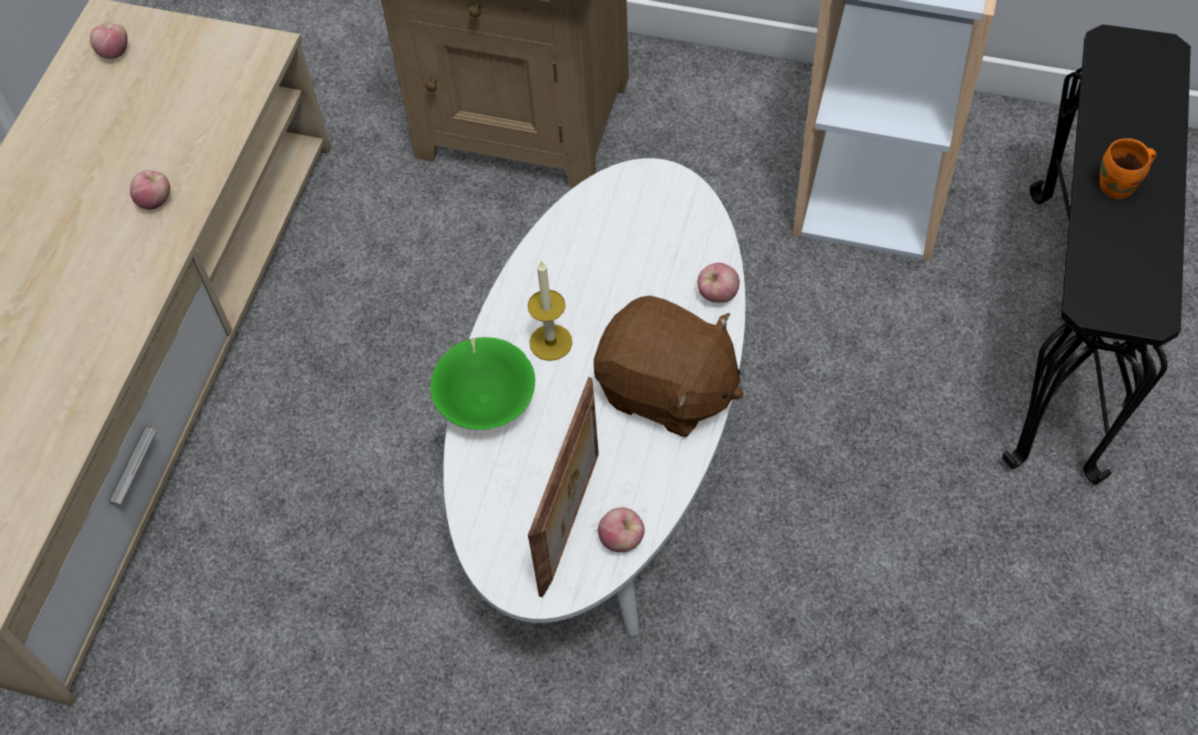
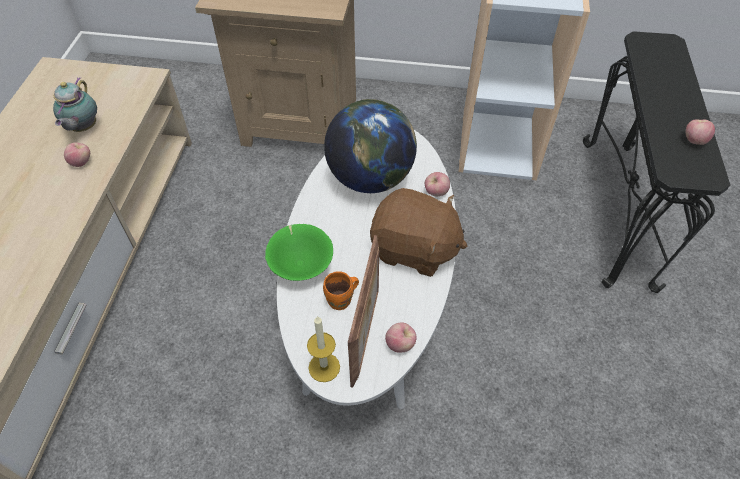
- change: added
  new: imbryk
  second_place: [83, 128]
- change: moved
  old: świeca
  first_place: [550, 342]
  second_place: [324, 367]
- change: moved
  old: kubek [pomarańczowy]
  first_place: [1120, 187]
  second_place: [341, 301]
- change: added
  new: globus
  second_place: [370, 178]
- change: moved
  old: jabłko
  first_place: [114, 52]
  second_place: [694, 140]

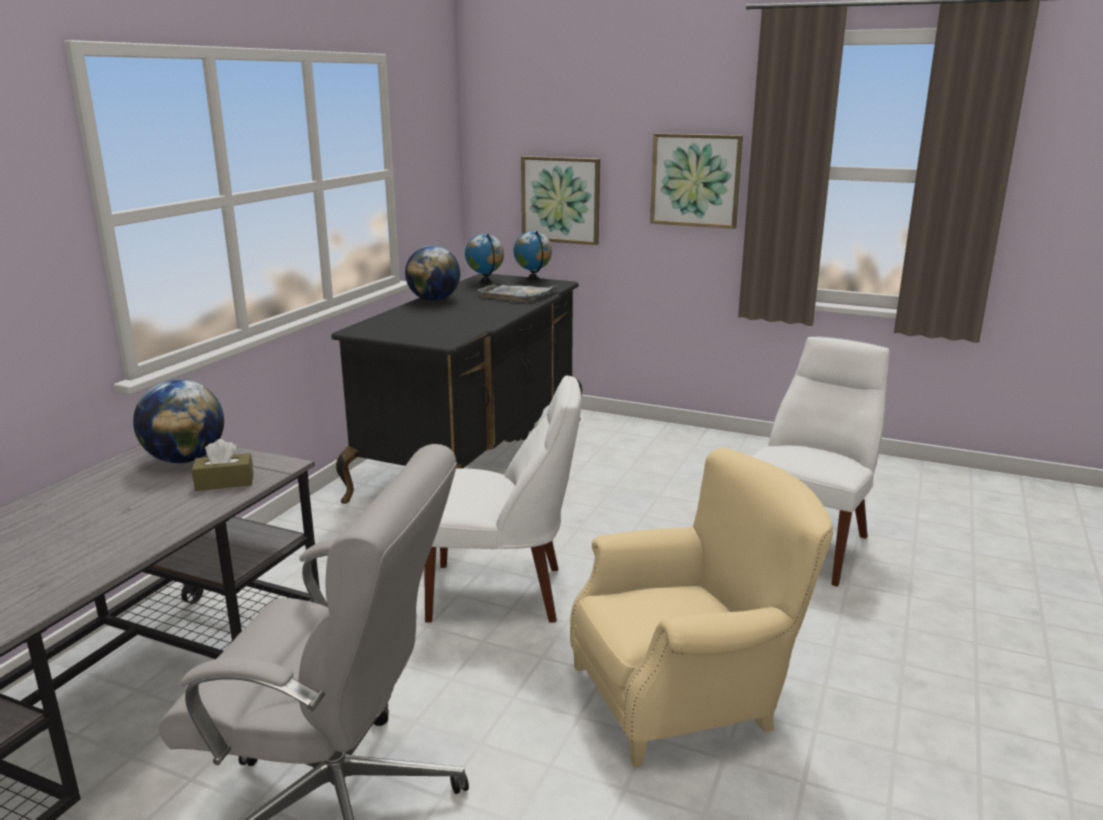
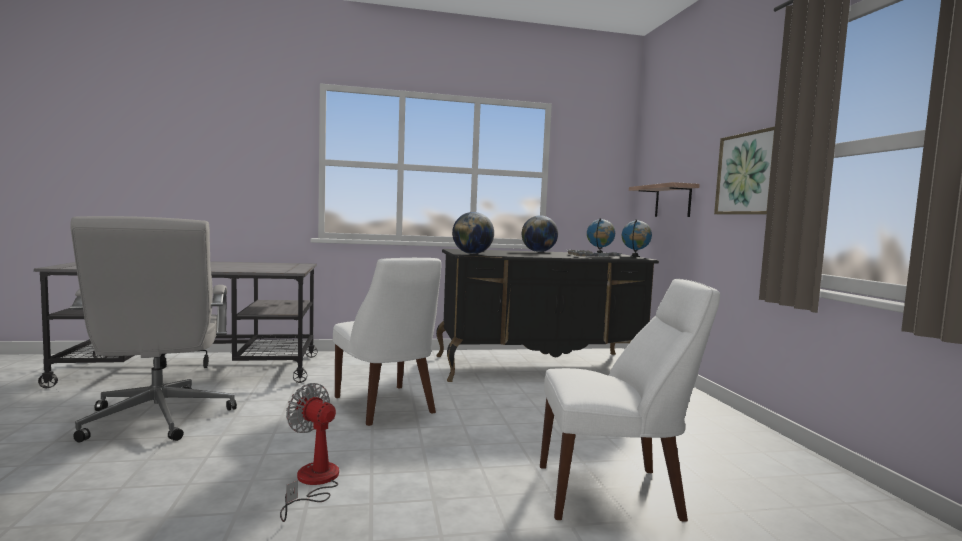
- change: replaced
  old: fotel [beżowy]
  new: wentylator
  first_place: [686, 694]
  second_place: [313, 482]
- change: moved
  old: globus
  first_place: [185, 459]
  second_place: [472, 253]
- change: replaced
  old: obraz
  new: półka
  first_place: [561, 200]
  second_place: [673, 201]
- change: removed
  old: pudełko chusteczek [brązowy]
  first_place: [224, 482]

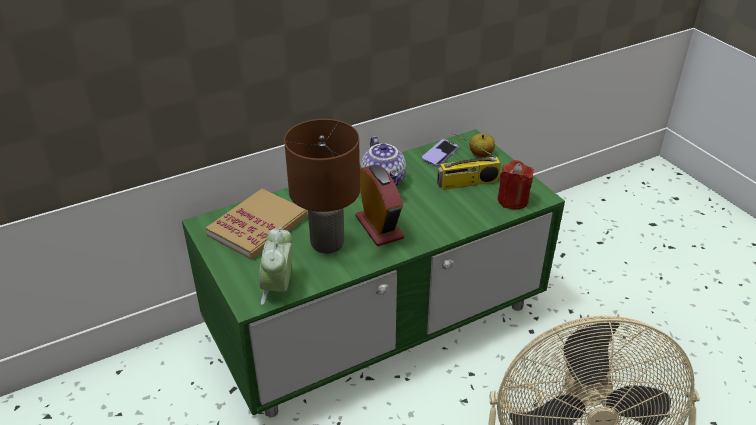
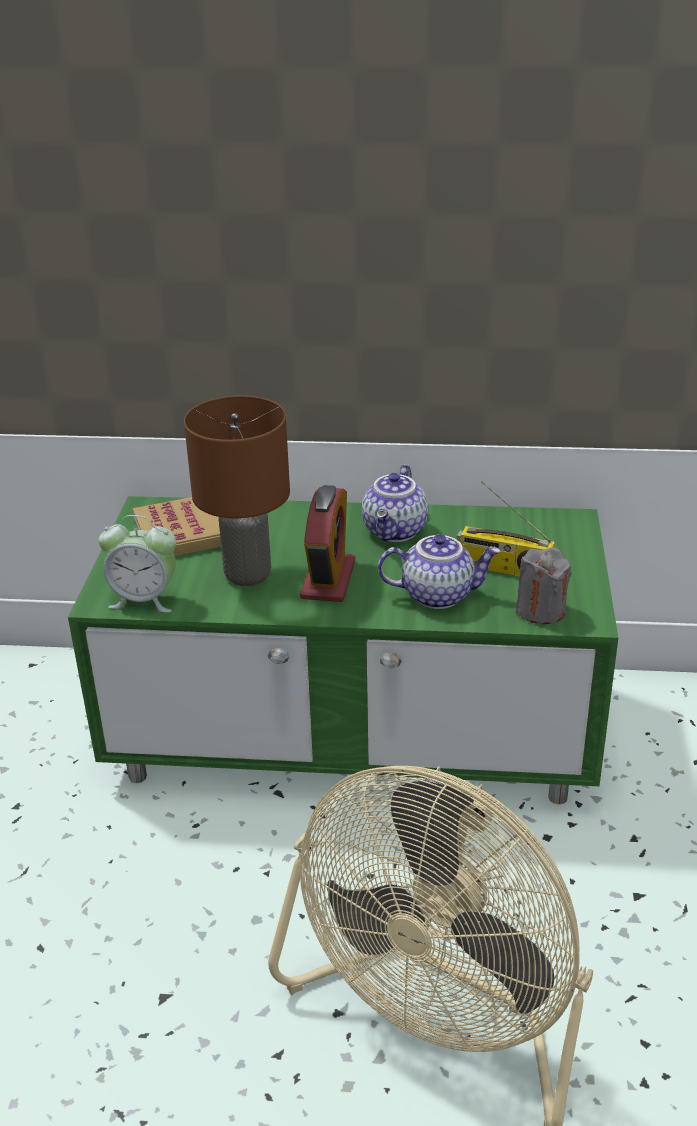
- change: turned
  old: budzik
  first_place: [278, 288]
  second_place: [144, 599]
  degrees: -120
- change: added
  new: imbryk
  second_place: [438, 594]
- change: recoloured
  old: świeca [czerwony]
  new: świeca [szary]
  first_place: [513, 200]
  second_place: [540, 610]
- change: removed
  old: telefon
  first_place: [440, 154]
- change: removed
  old: jabłko
  first_place: [481, 154]

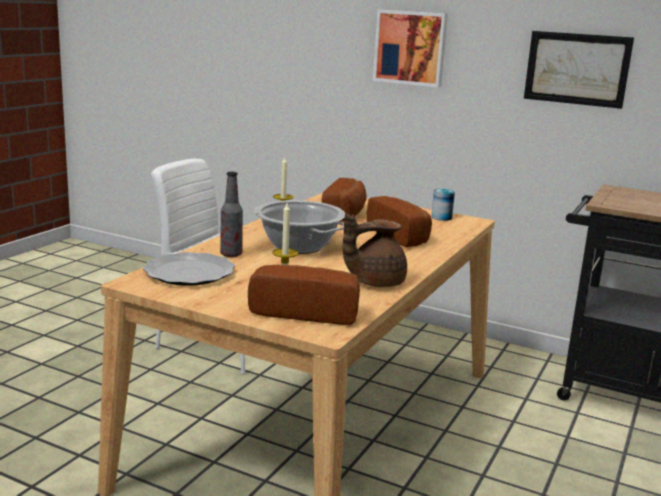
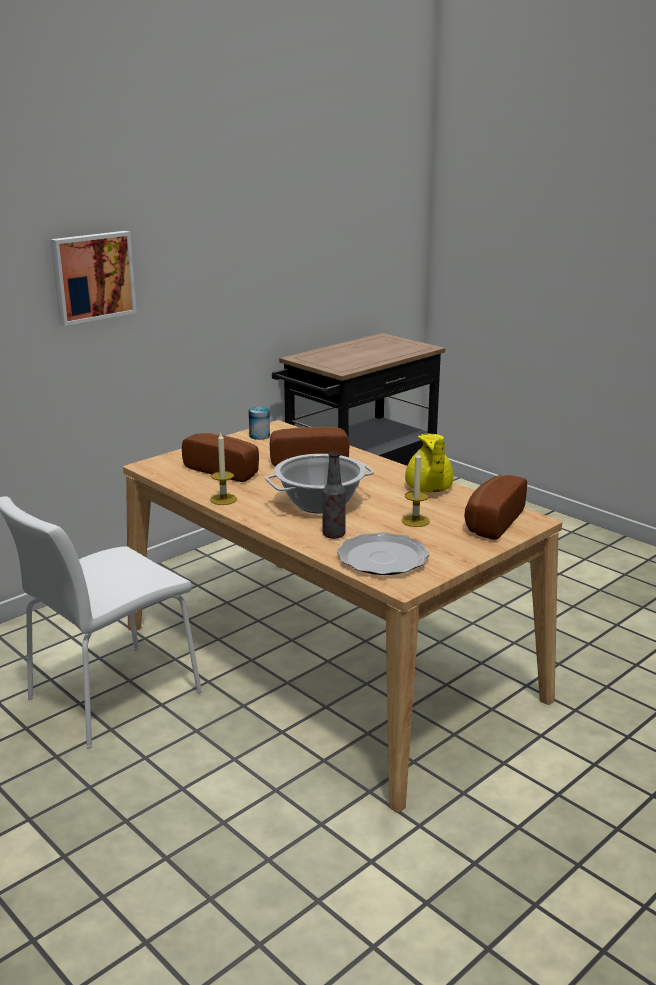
- change: recoloured
  old: imbryk [brązowy]
  new: imbryk [żółty]
  first_place: [374, 282]
  second_place: [428, 489]
- change: removed
  old: obraz
  first_place: [577, 69]

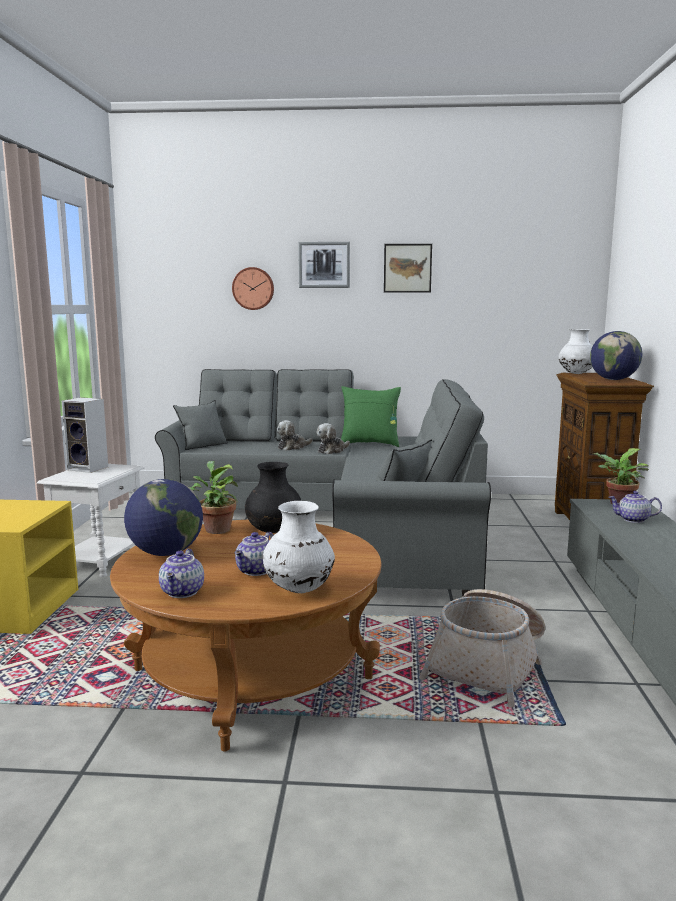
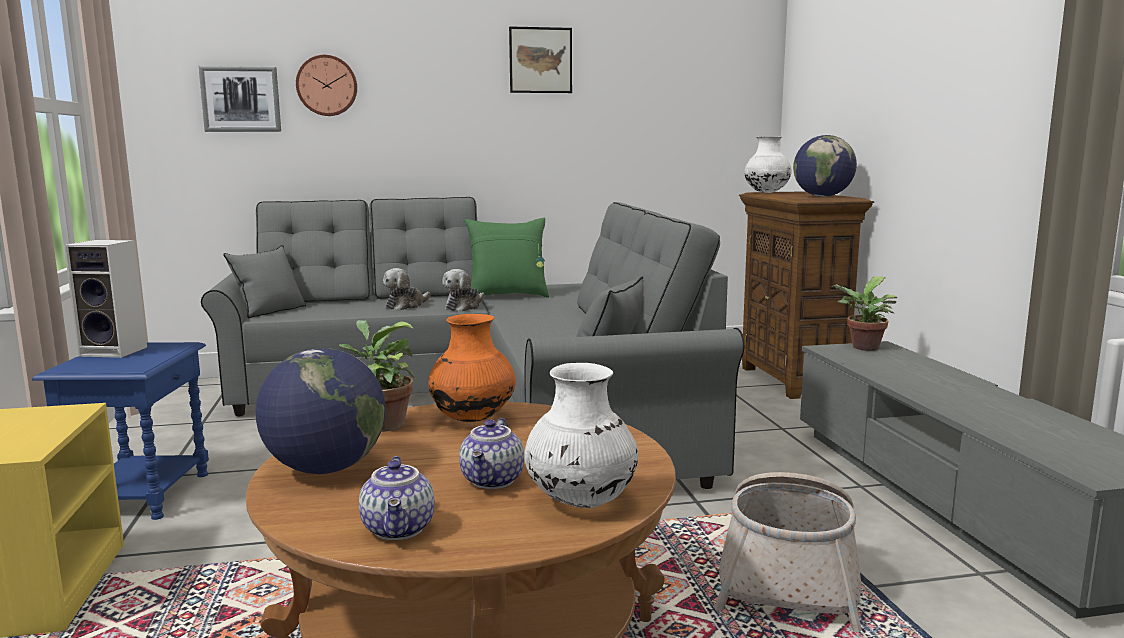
- change: recoloured
  old: stolik [biały]
  new: stolik [niebieski]
  first_place: [98, 561]
  second_place: [139, 495]
- change: moved
  old: obraz
  first_place: [324, 265]
  second_place: [241, 99]
- change: recoloured
  old: wazon [czarny]
  new: wazon [pomarańczowy]
  first_place: [274, 531]
  second_place: [473, 419]
- change: removed
  old: imbryk
  first_place: [633, 520]

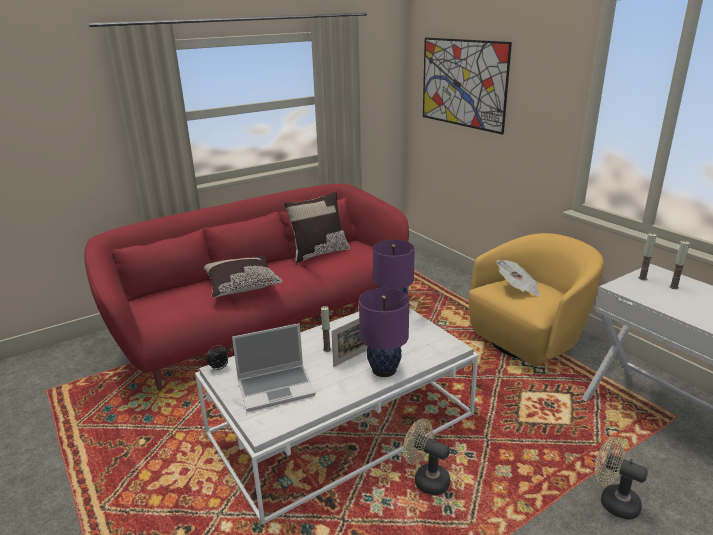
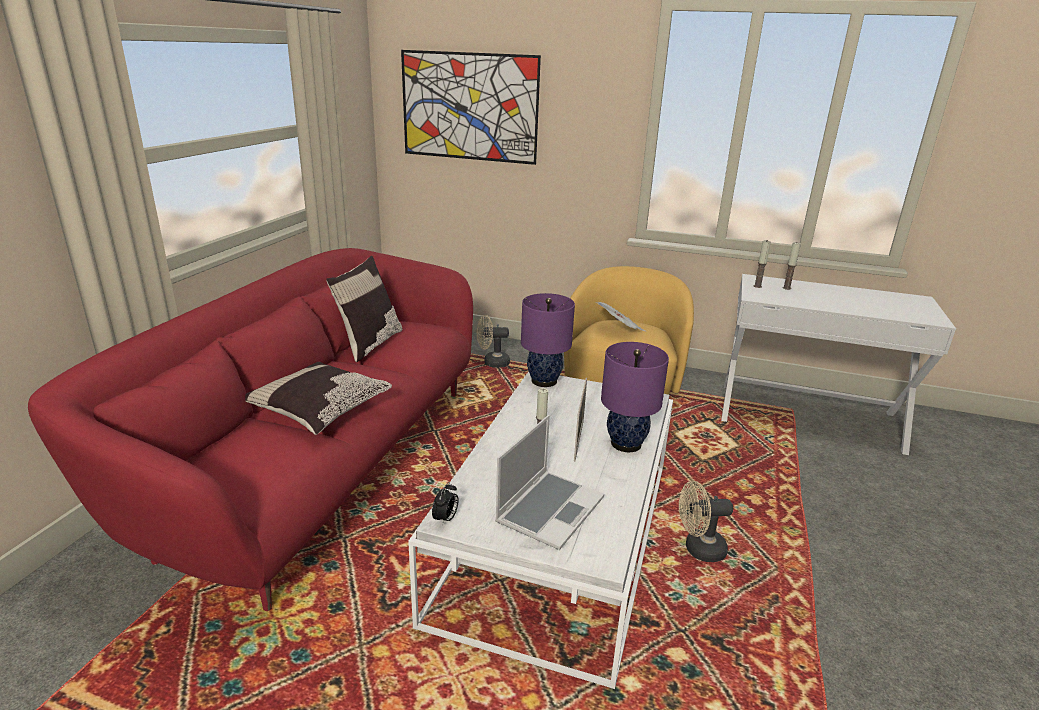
- change: moved
  old: wentylator [beżowy]
  first_place: [613, 501]
  second_place: [492, 362]

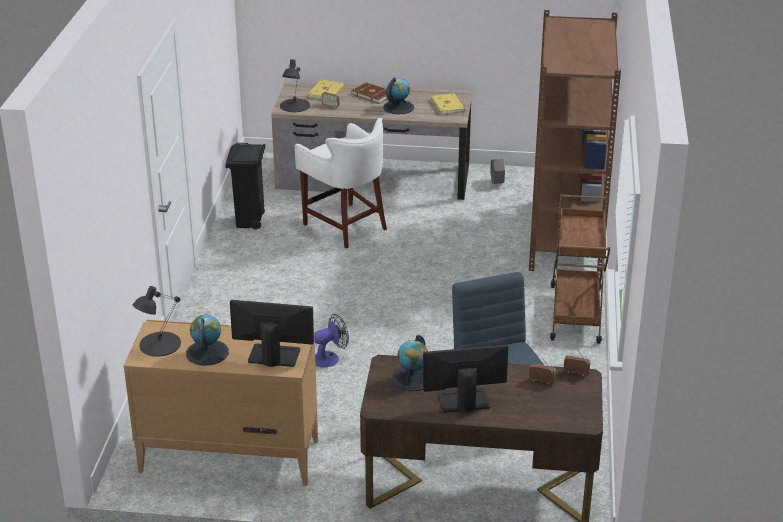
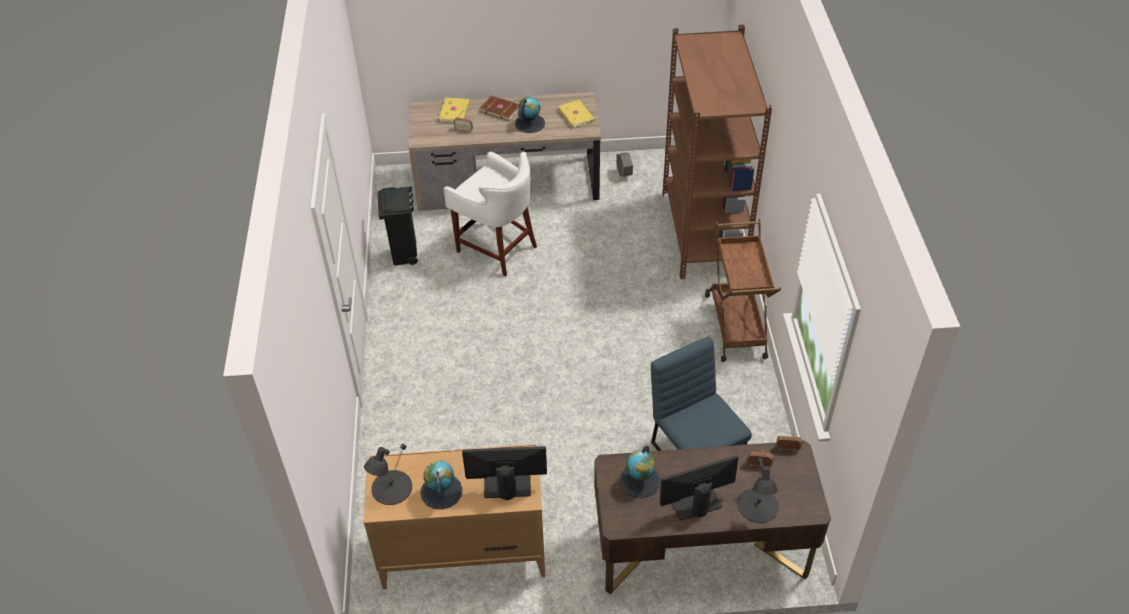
- change: moved
  old: lampa stołowa [czarny]
  first_place: [294, 106]
  second_place: [757, 506]
- change: removed
  old: wentylator
  first_place: [330, 358]

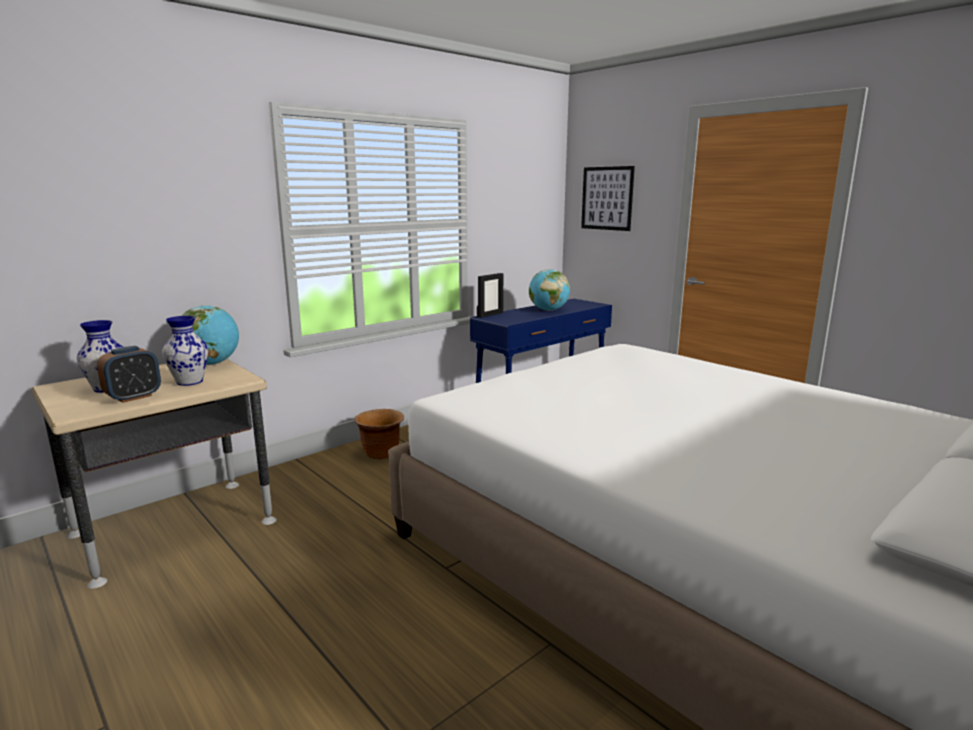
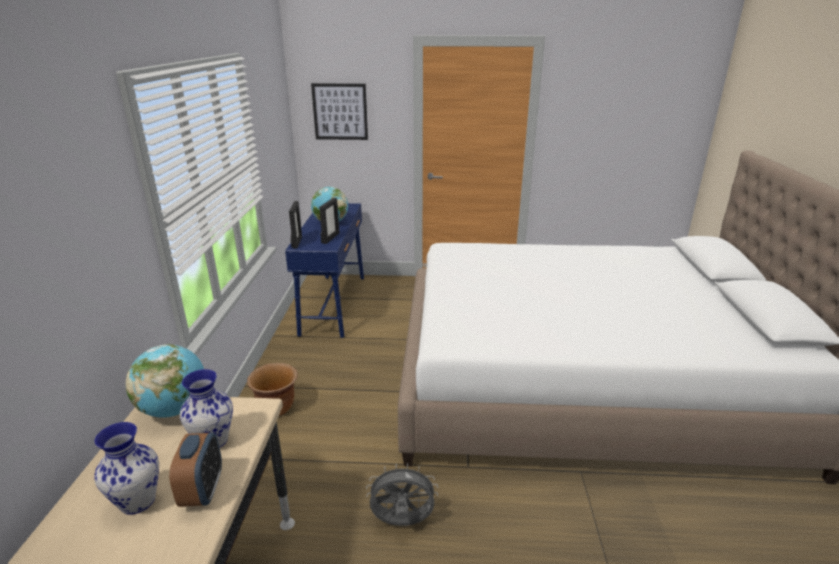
- change: added
  new: ramka na zdjęcie
  second_place: [330, 238]
- change: added
  new: wentylator [szary]
  second_place: [402, 523]

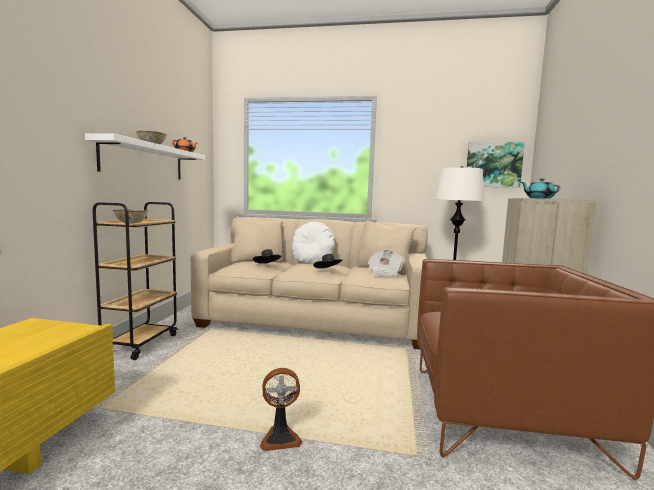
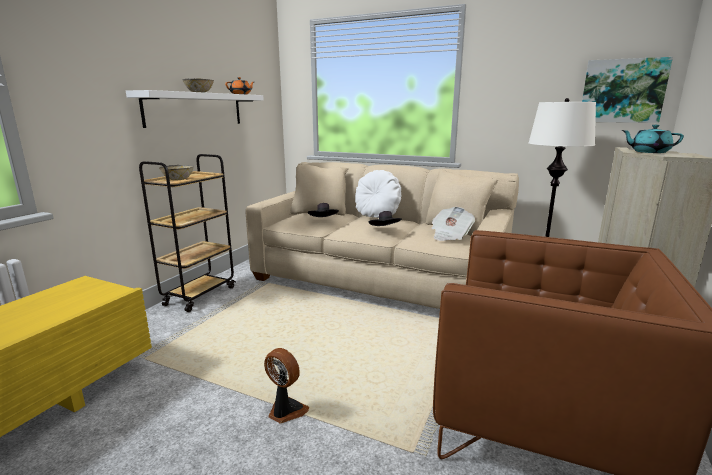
- change: turned
  old: wentylator
  first_place: [280, 437]
  second_place: [285, 411]
  degrees: -150

